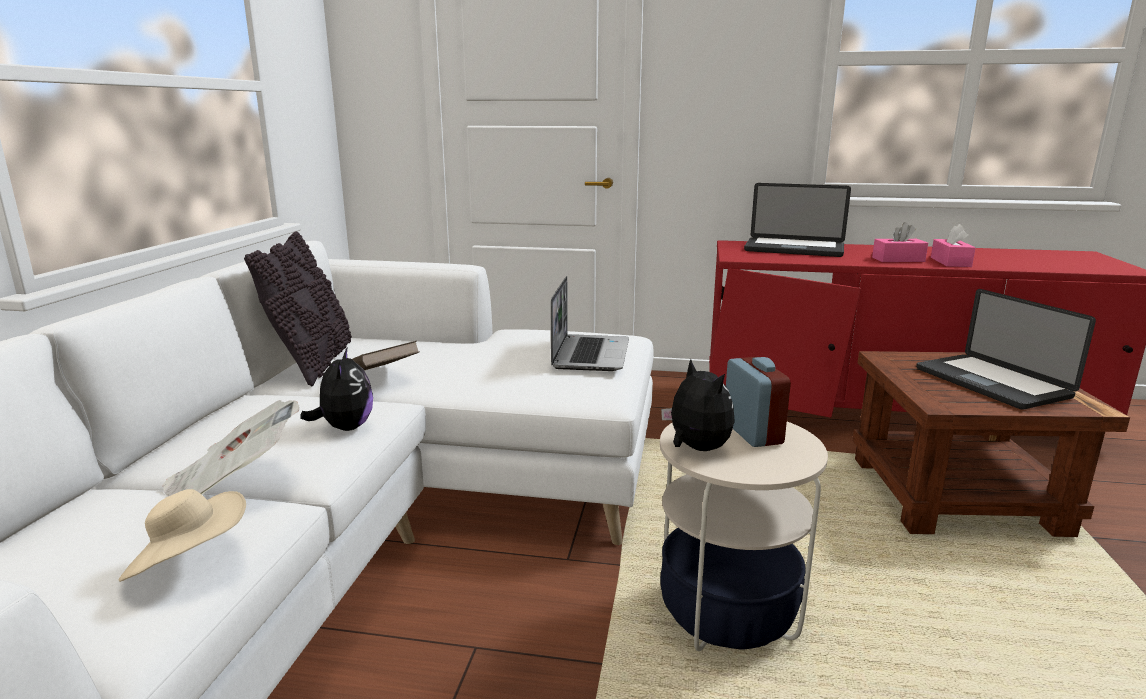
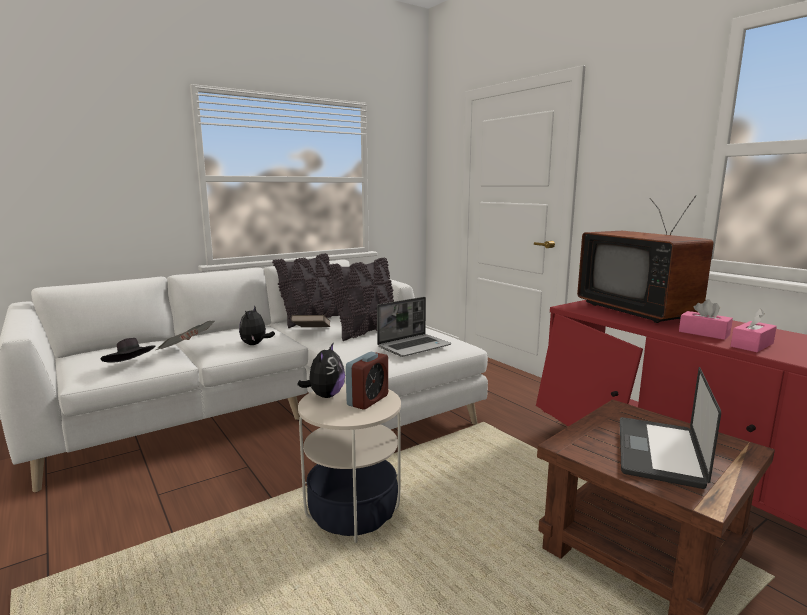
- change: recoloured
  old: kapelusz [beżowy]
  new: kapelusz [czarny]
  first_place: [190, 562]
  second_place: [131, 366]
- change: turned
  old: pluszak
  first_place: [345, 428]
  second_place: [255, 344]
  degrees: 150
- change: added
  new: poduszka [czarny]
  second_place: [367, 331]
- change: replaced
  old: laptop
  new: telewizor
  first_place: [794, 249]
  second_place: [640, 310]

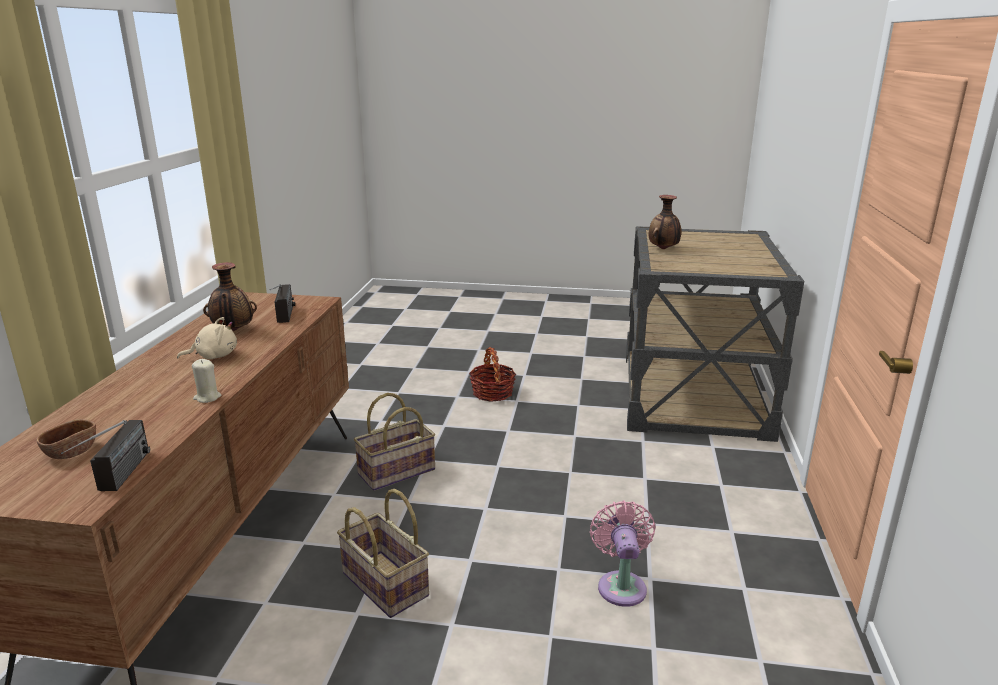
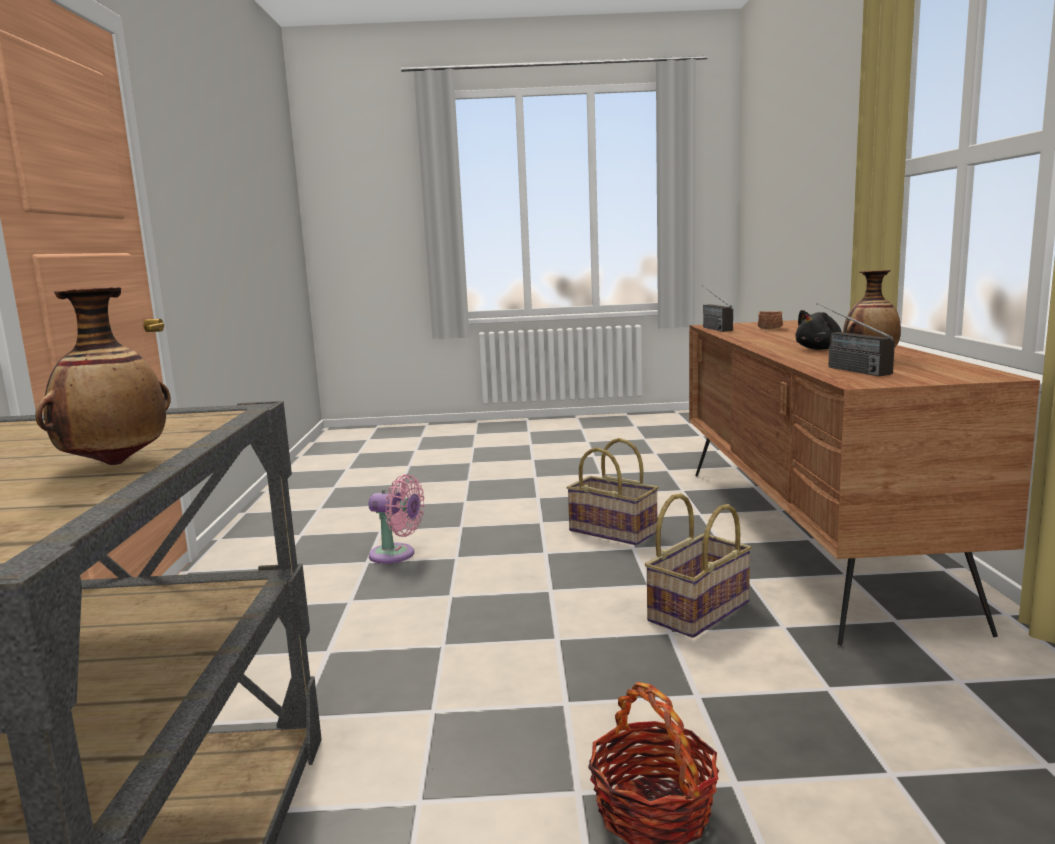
- change: turned
  old: wentylator [różowy]
  first_place: [621, 585]
  second_place: [396, 555]
  degrees: -60
- change: recoloured
  old: pluszak [beżowy]
  new: pluszak [czarny]
  first_place: [214, 356]
  second_place: [820, 349]
- change: removed
  old: świeca [beżowy]
  first_place: [207, 397]

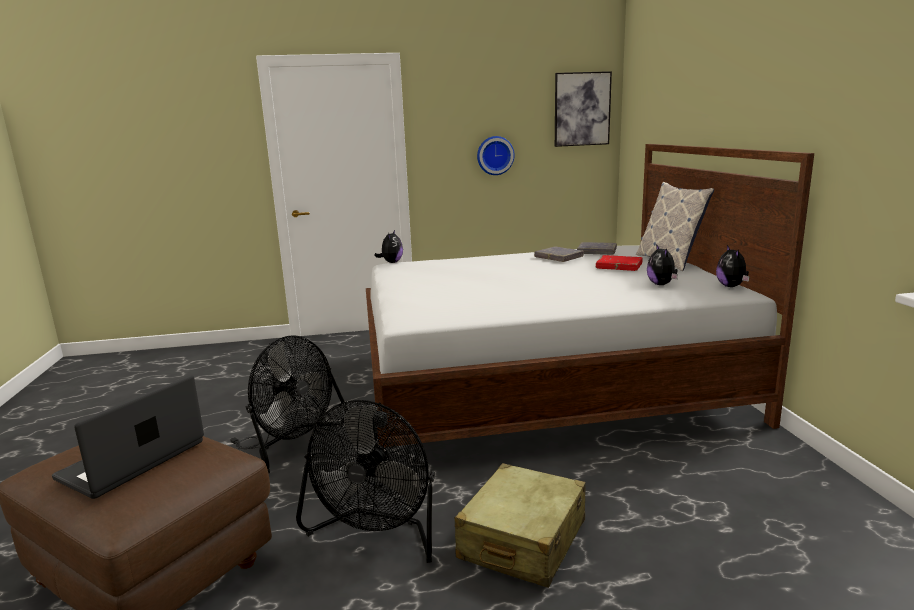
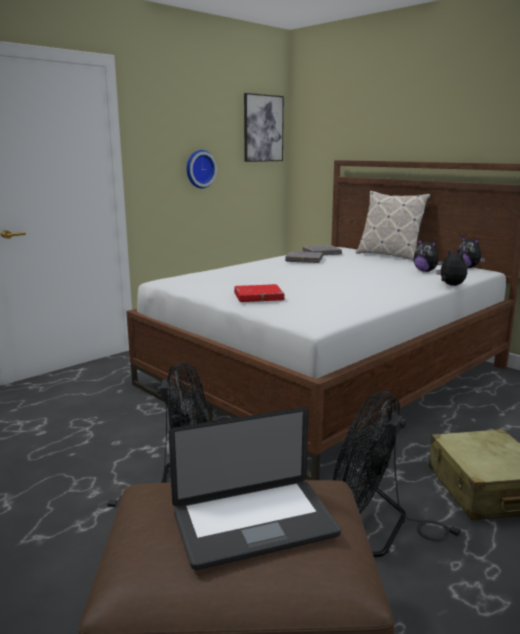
- change: turned
  old: laptop
  first_place: [132, 460]
  second_place: [254, 524]
  degrees: -105
- change: moved
  old: książka [czerwony]
  first_place: [619, 266]
  second_place: [258, 297]
- change: turned
  old: wentylator [czarny]
  first_place: [375, 529]
  second_place: [377, 527]
  degrees: 135
- change: moved
  old: pluszak
  first_place: [391, 262]
  second_place: [450, 285]

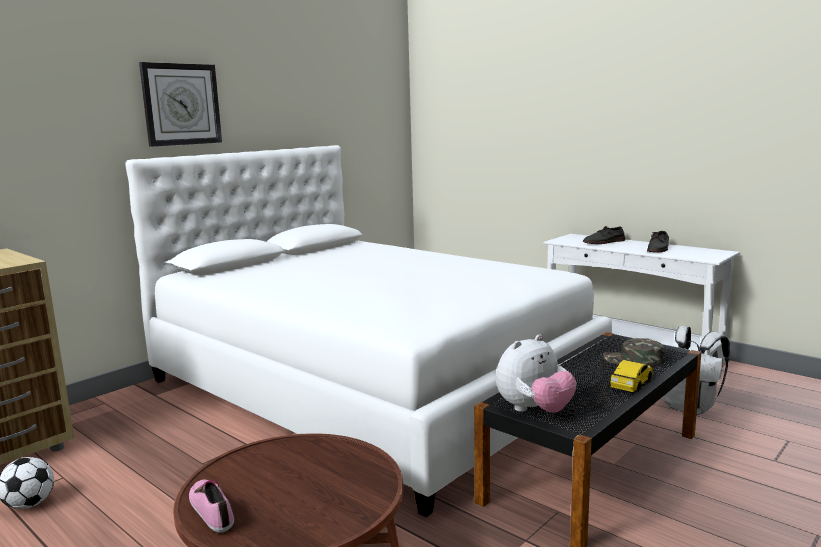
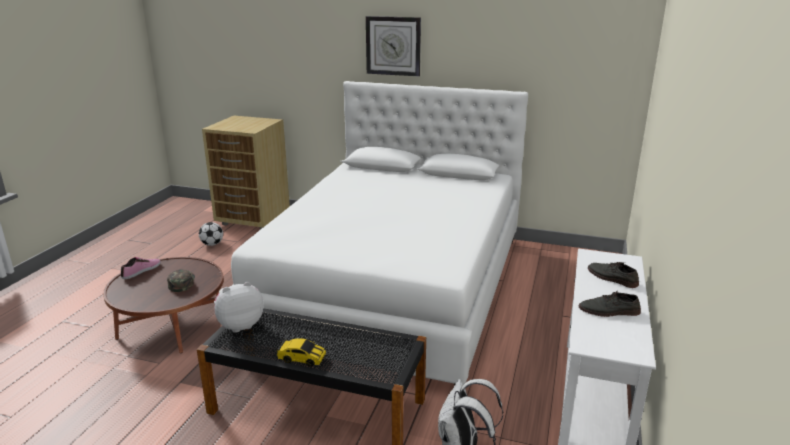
- change: moved
  old: czapka z daszkiem [zielony]
  first_place: [633, 359]
  second_place: [181, 283]
- change: turned
  old: pluszak
  first_place: [534, 410]
  second_place: [239, 325]
  degrees: 120

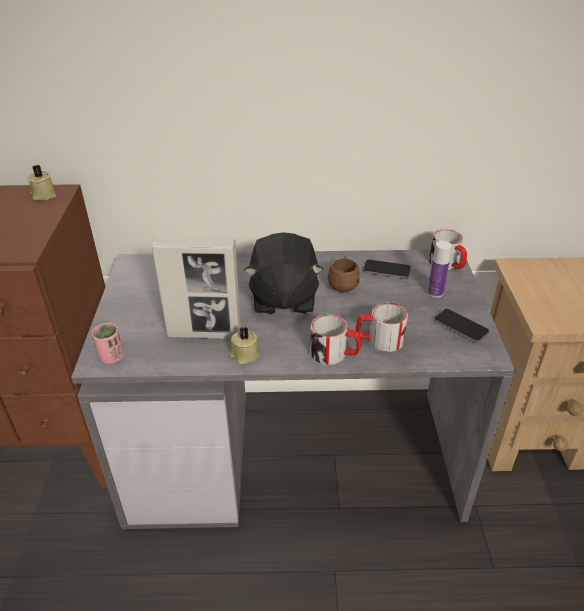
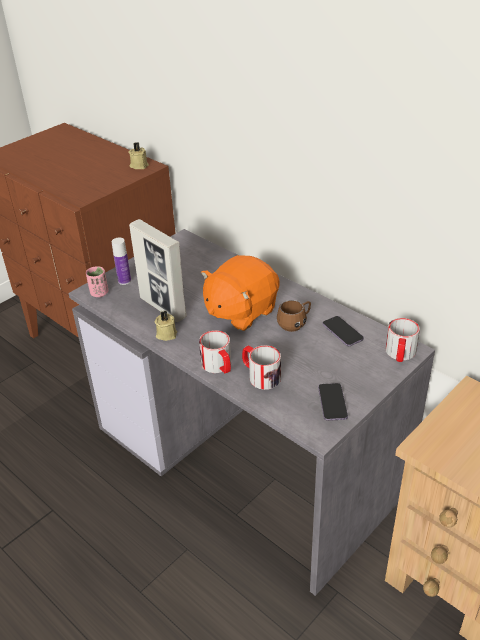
- change: moved
  old: butelka
  first_place: [435, 292]
  second_place: [124, 281]
- change: recoloured
  old: pluszak [czarny]
  new: pluszak [pomarańczowy]
  first_place: [283, 298]
  second_place: [240, 311]

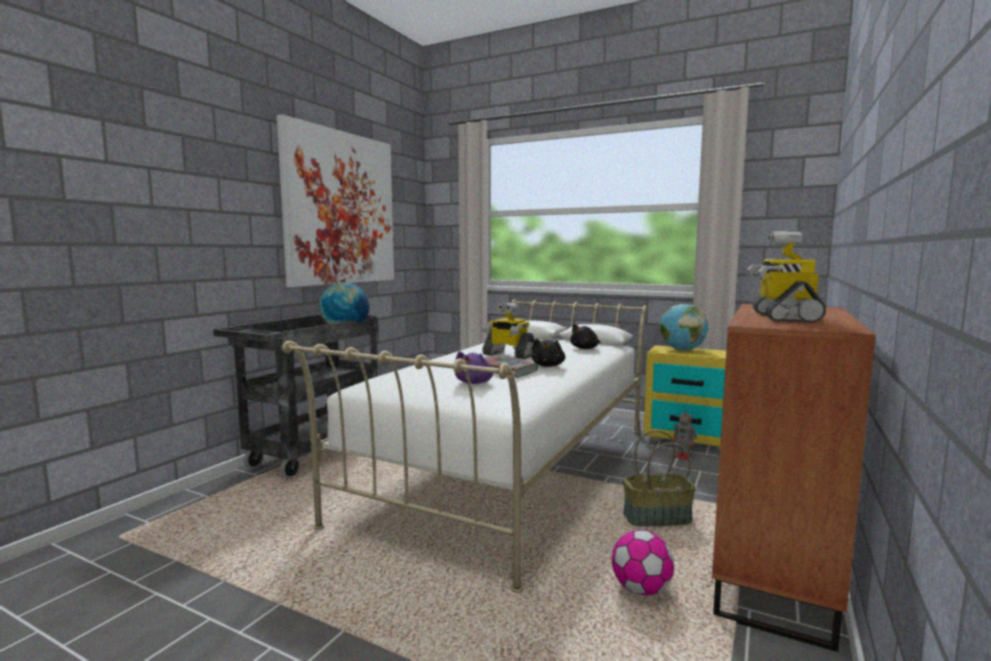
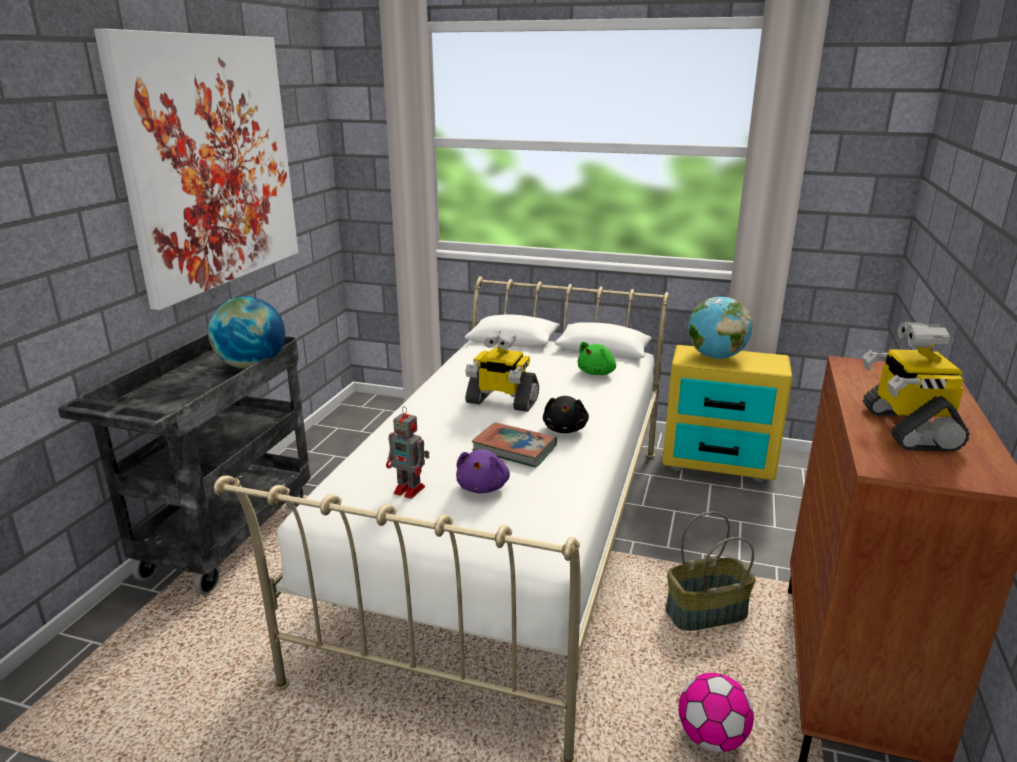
- change: moved
  old: robot zabawkowy
  first_place: [684, 456]
  second_place: [410, 490]
- change: recoloured
  old: pluszak [czarny]
  new: pluszak [zielony]
  first_place: [585, 348]
  second_place: [597, 373]

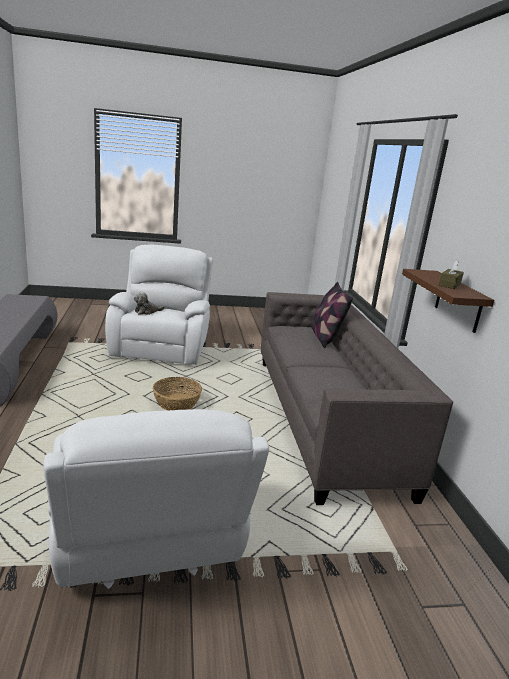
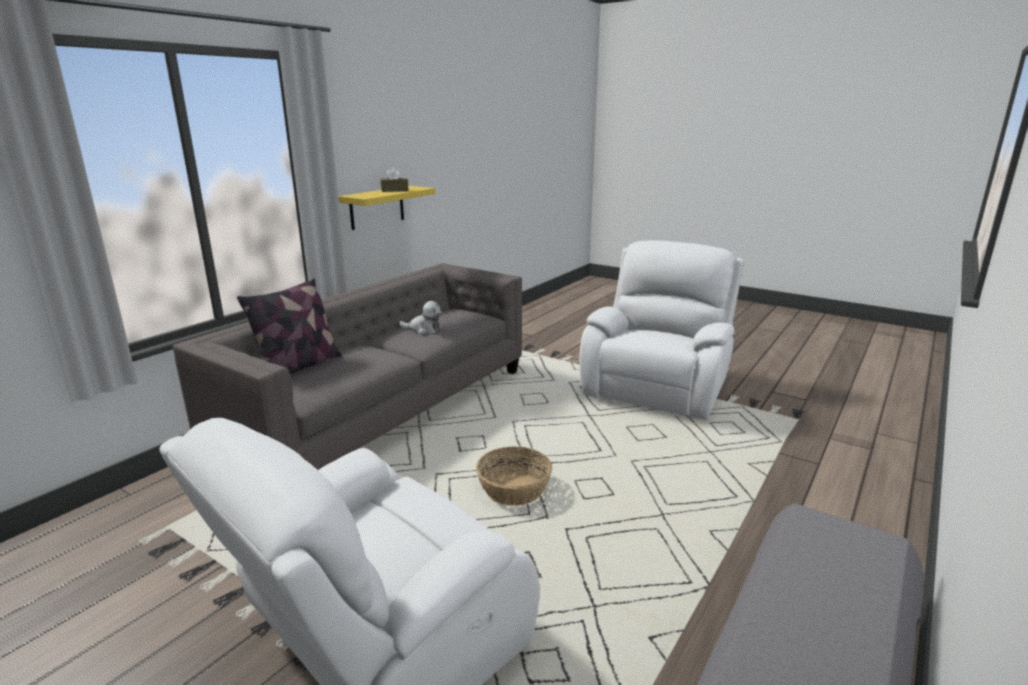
- change: recoloured
  old: półka [brązowy]
  new: półka [żółty]
  first_place: [458, 301]
  second_place: [377, 207]
- change: moved
  old: pluszak
  first_place: [147, 311]
  second_place: [423, 329]

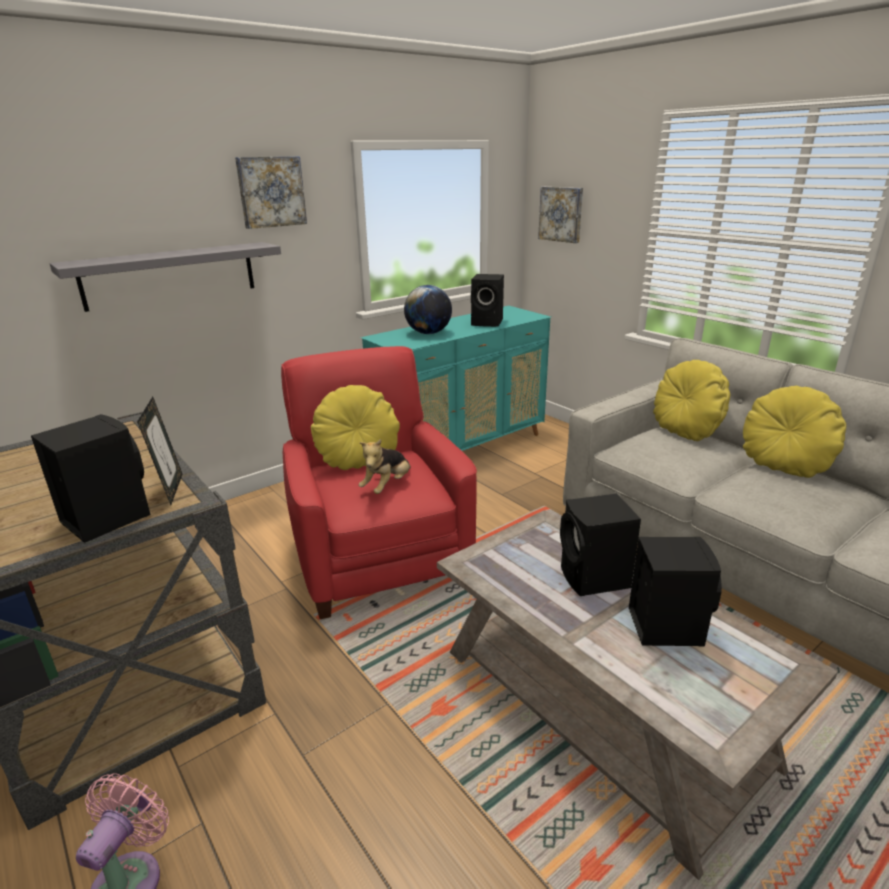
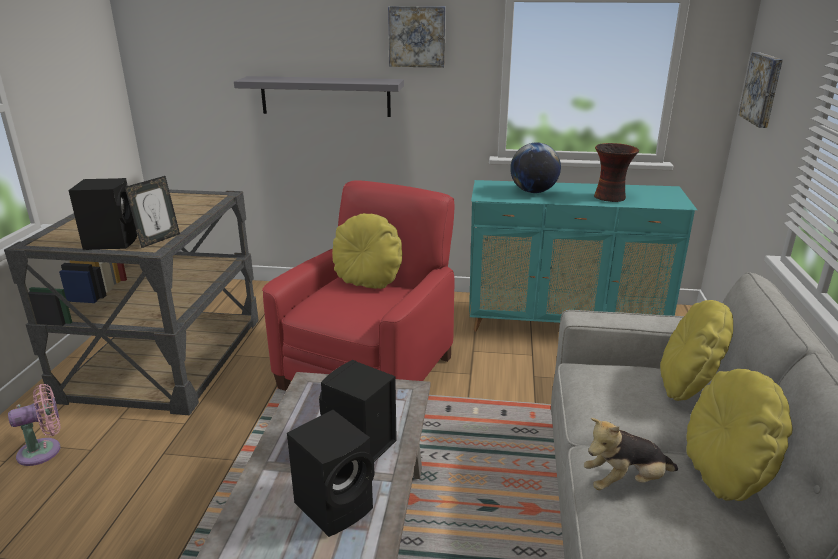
- change: moved
  old: pluszak
  first_place: [387, 486]
  second_place: [625, 482]
- change: replaced
  old: głośnik [czarny]
  new: wazon
  first_place: [488, 322]
  second_place: [611, 197]

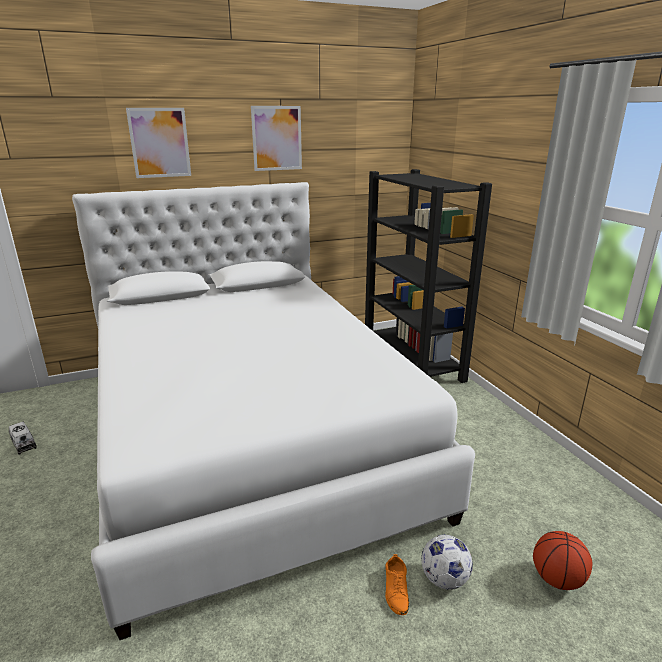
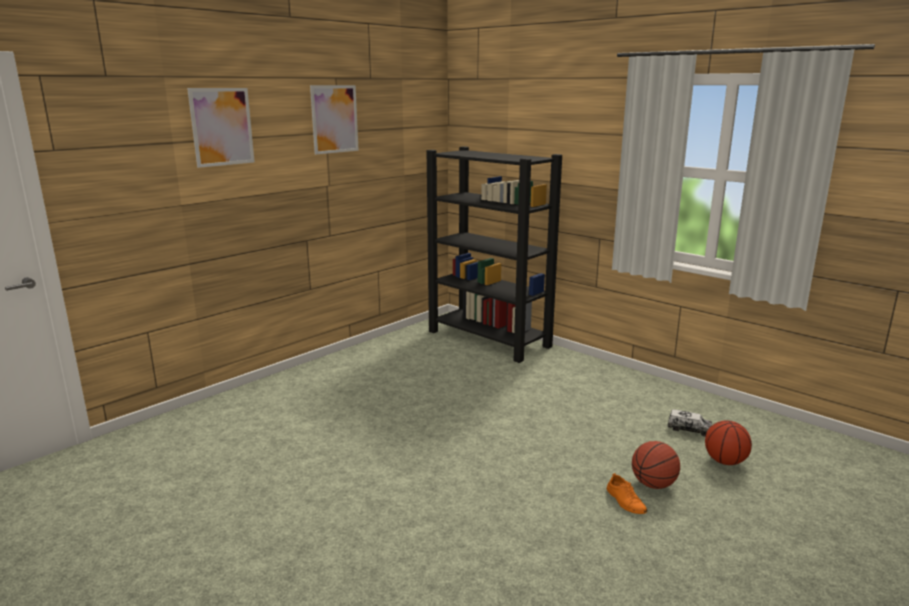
- change: replaced
  old: piłka futbolowa
  new: piłka do koszykówki
  first_place: [444, 579]
  second_place: [653, 484]
- change: moved
  old: ciężarówka zabawkowa
  first_place: [23, 443]
  second_place: [689, 429]
- change: removed
  old: łóżko [biały]
  first_place: [249, 434]

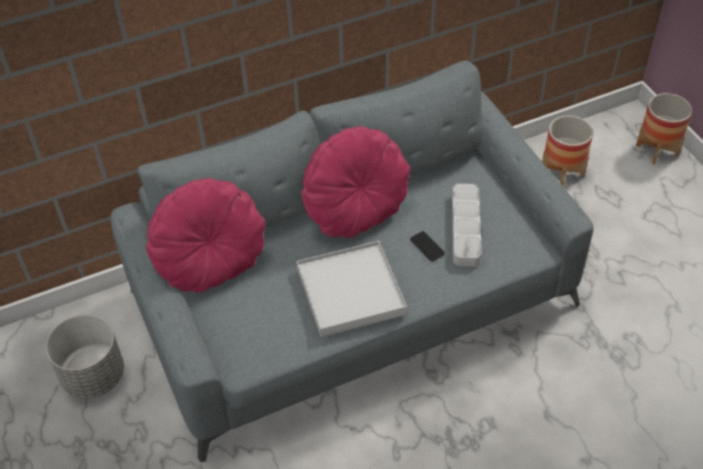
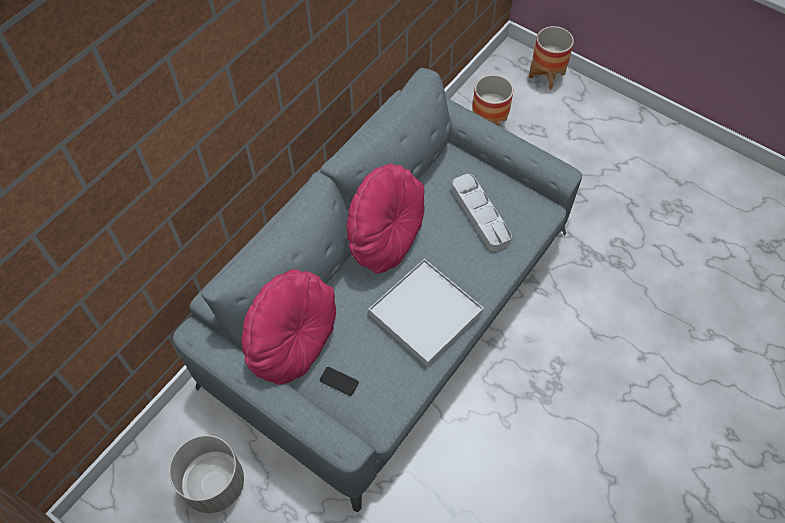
- change: moved
  old: telefon
  first_place: [427, 247]
  second_place: [339, 381]

